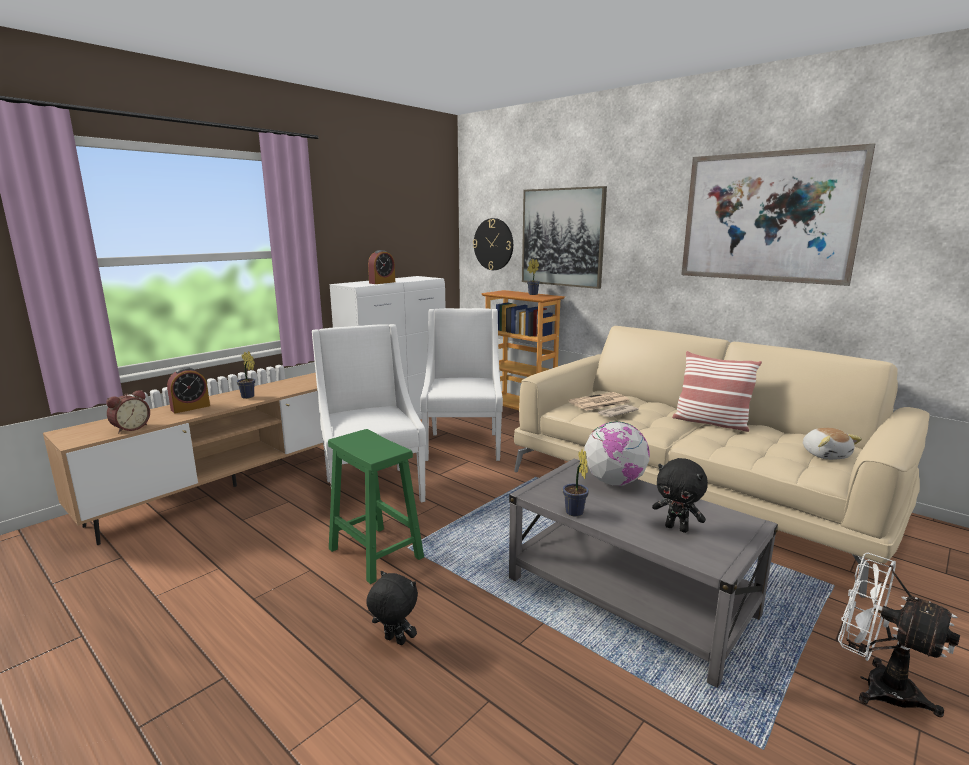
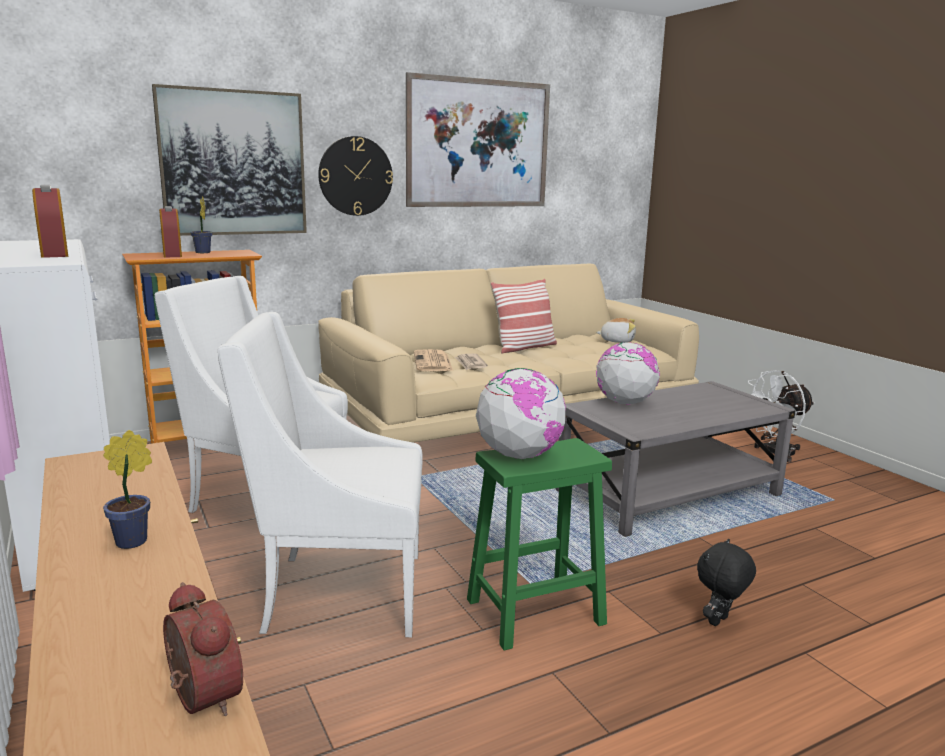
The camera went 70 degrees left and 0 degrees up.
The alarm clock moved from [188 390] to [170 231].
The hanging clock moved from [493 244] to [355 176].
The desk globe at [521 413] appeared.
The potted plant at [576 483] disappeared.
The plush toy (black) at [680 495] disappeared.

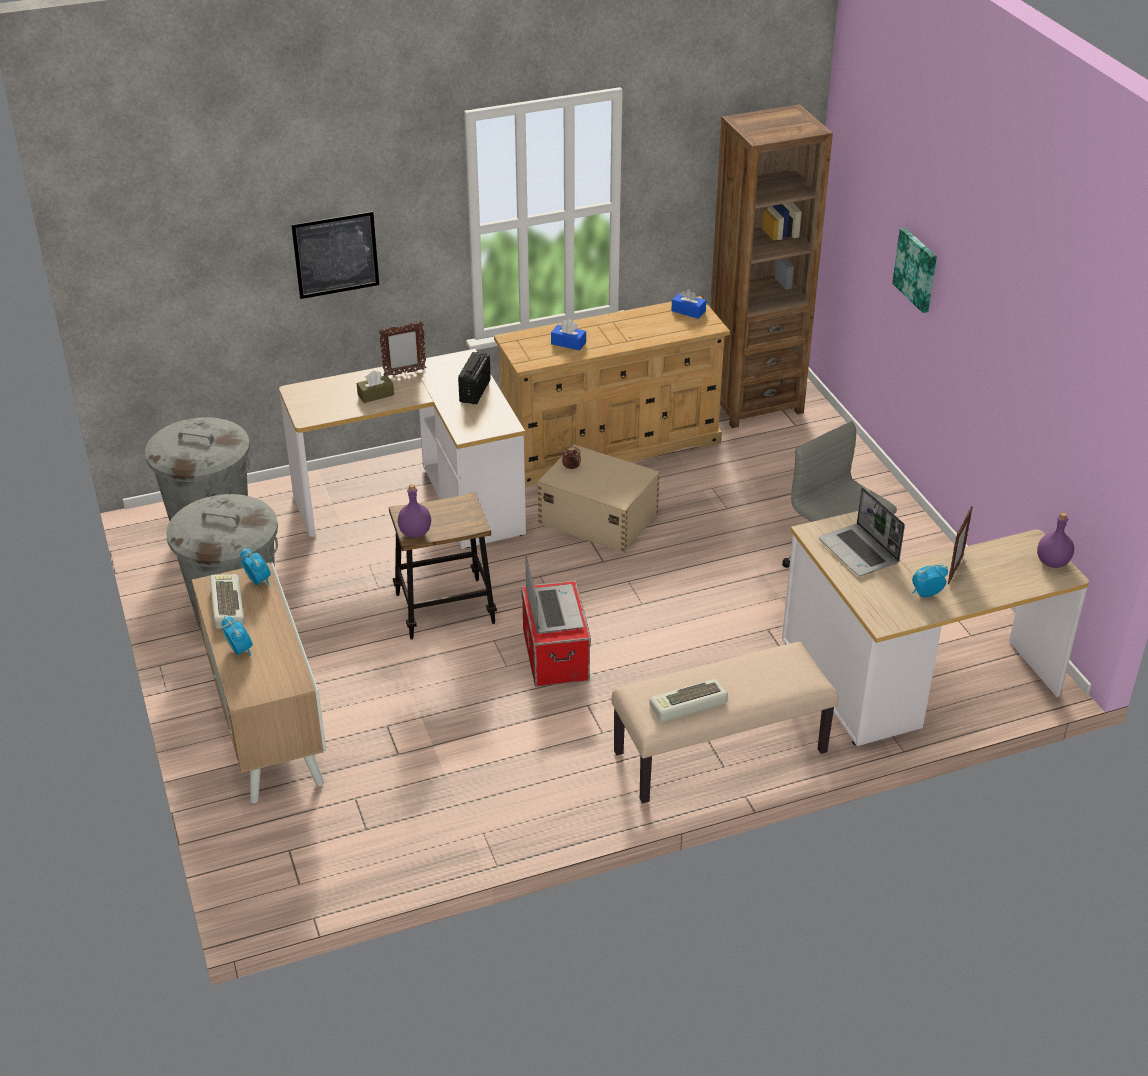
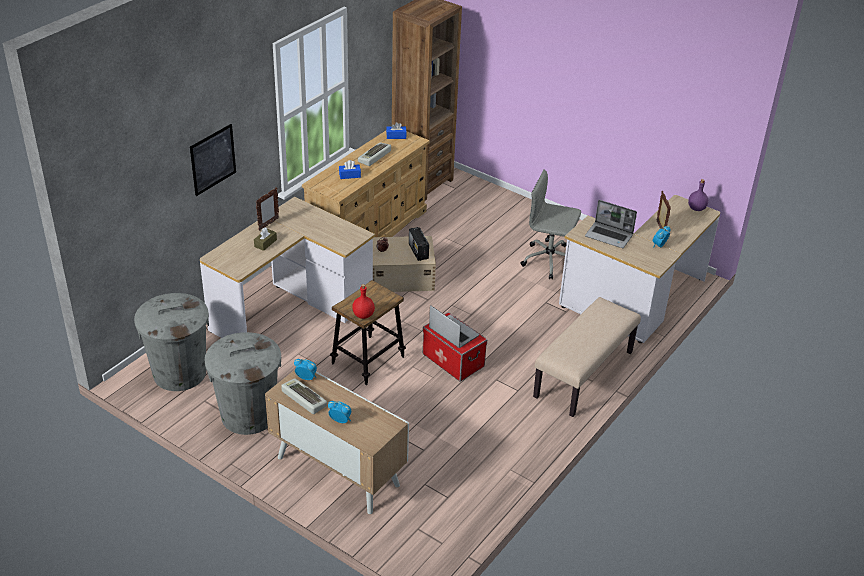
The camera went 35 degrees left and 0 degrees up.
The beverage bottle (purple) at [414 511] became the beverage bottle (red-coloured) at [363 301].
The keyboard moved from [689 700] to [374 154].
The radio set moved from [474 378] to [419 244].
The wall picture at [914 270] disappeared.

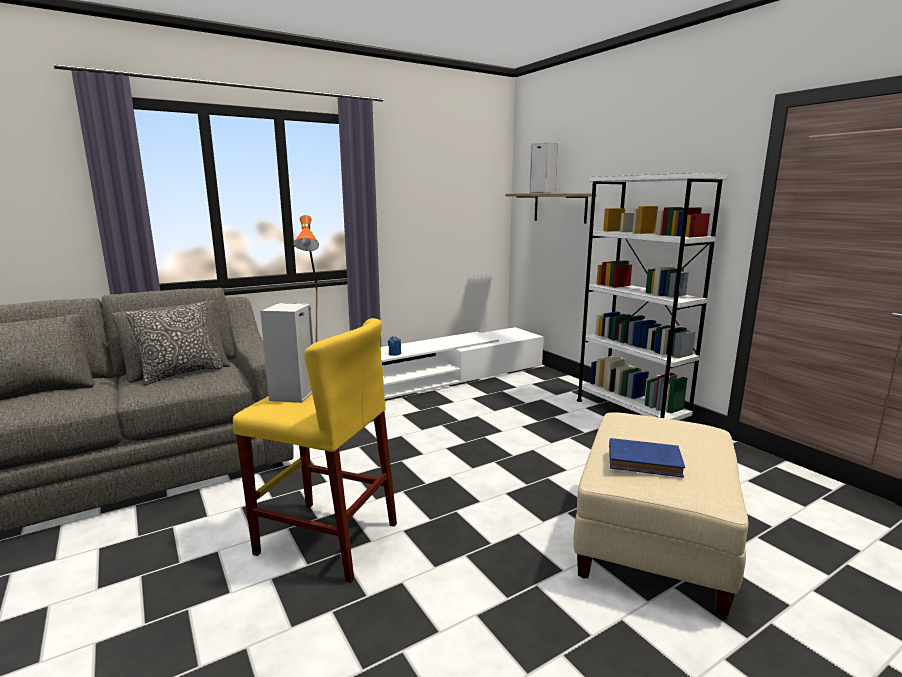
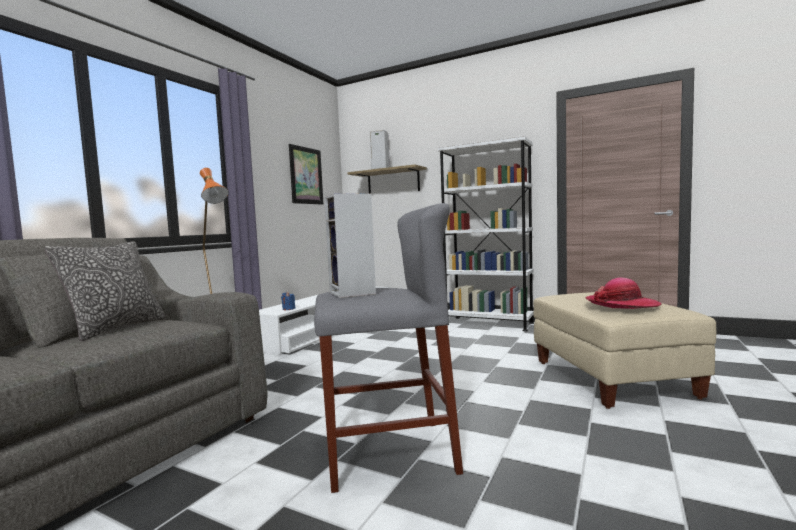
The camera went 30 degrees left and 10 degrees down.
The wall picture at [306 174] appeared.
The stool seat (yellowish) at [315 450] became the stool seat (gray) at [388 348].
The book (bluish) at [647 458] was replaced by the hat at [623 293].

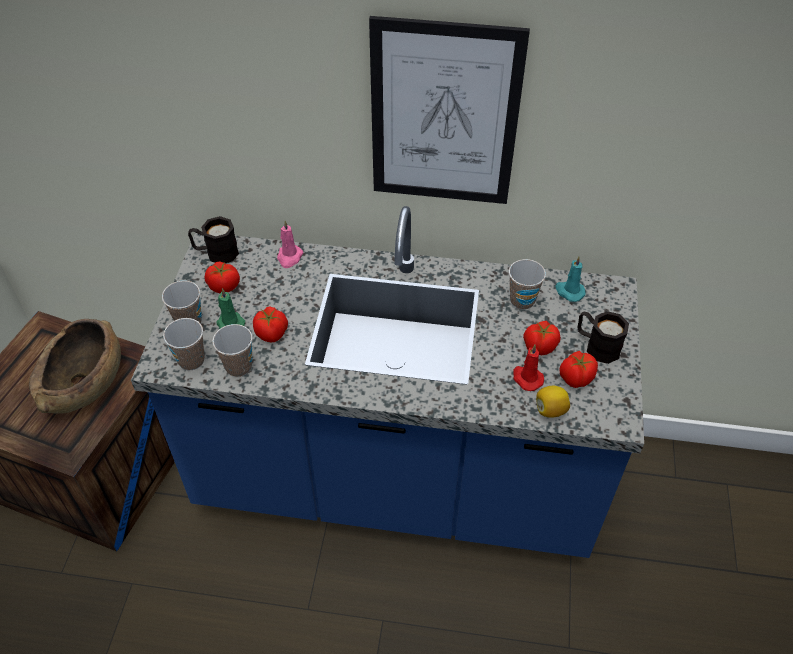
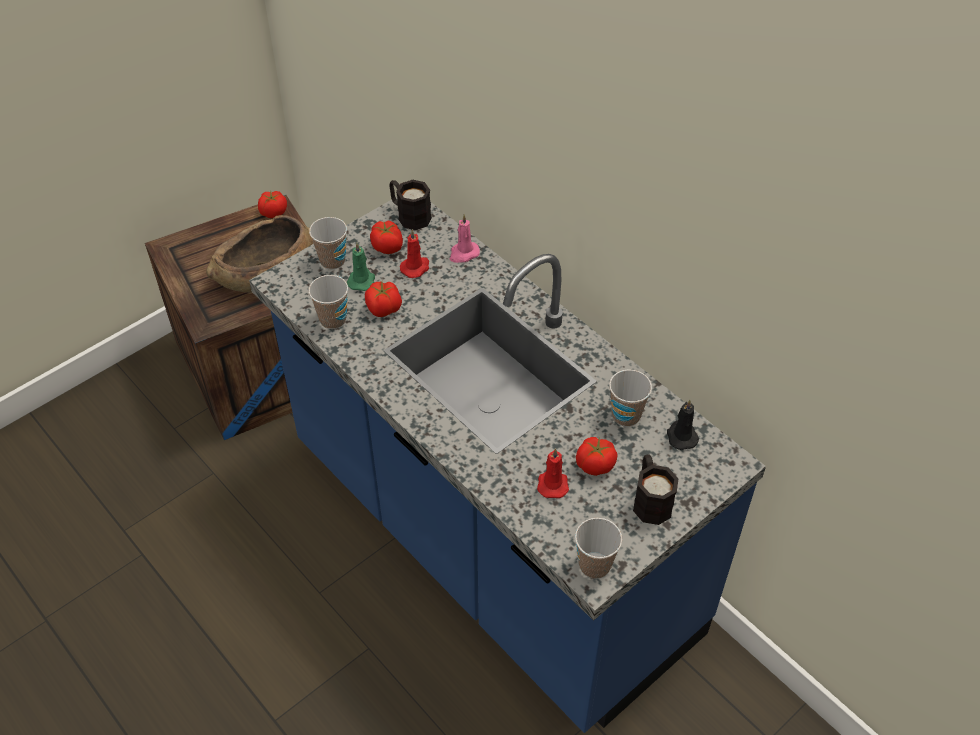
The camera went 40 degrees right and 0 degrees up.
The fresh tomato moved from [579 369] to [272 204].
The wax candle (red-coloured) at [414 253] appeared.
The drinking cup moved from [184 344] to [598 548].
The wax candle (turquoise) at [570 279] became the wax candle (black) at [683 425].
The wall picture at [449 110] disappeared.
The citrus fruit at [553 402] disappeared.

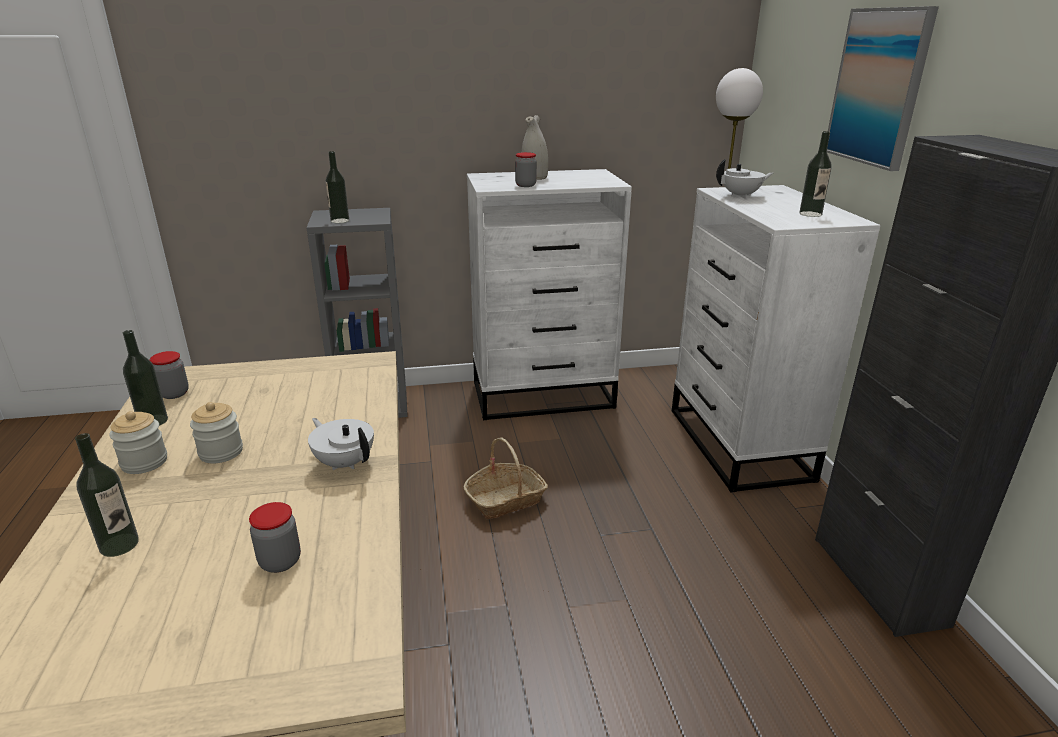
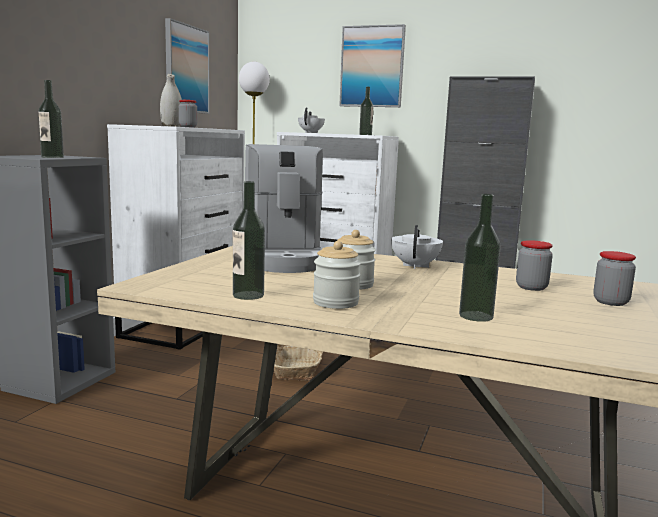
The camera went 60 degrees left and 15 degrees down.
The wall picture at [187 66] appeared.
The coffee maker at [284 208] appeared.
The pot for tea (white) at [341 444] turned 120 degrees clockwise.
The storage jar moved from [169 375] to [614 278].

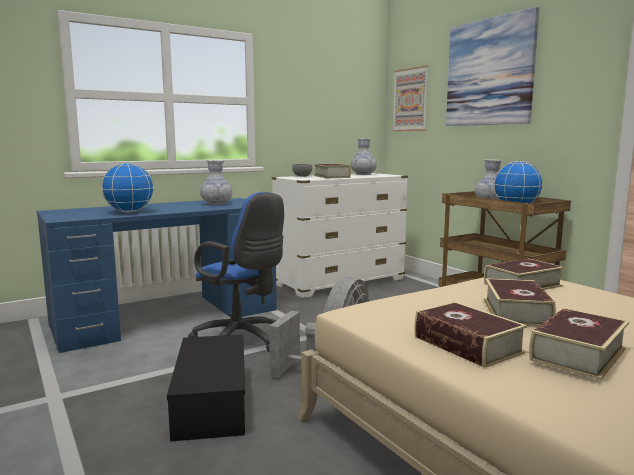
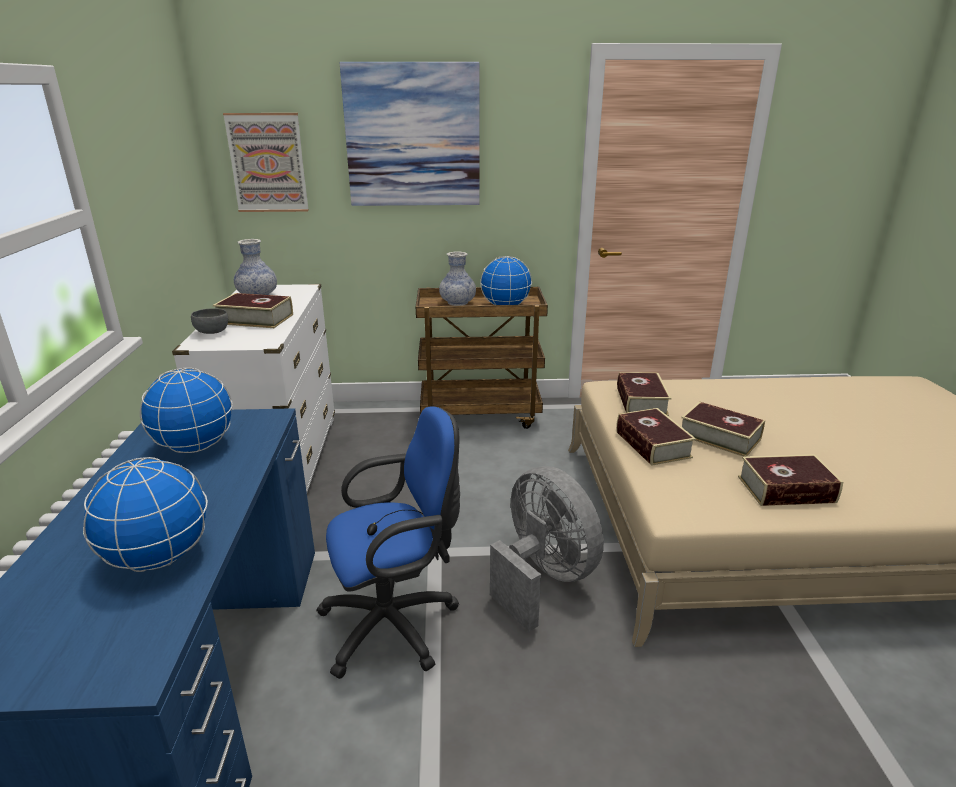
The camera went 60 degrees left and 15 degrees up.
The decorative vase at [216 182] was replaced by the desk globe at [186 410].
The book moved from [579 344] to [656 437].
The storage container (black) at [206 388] disappeared.

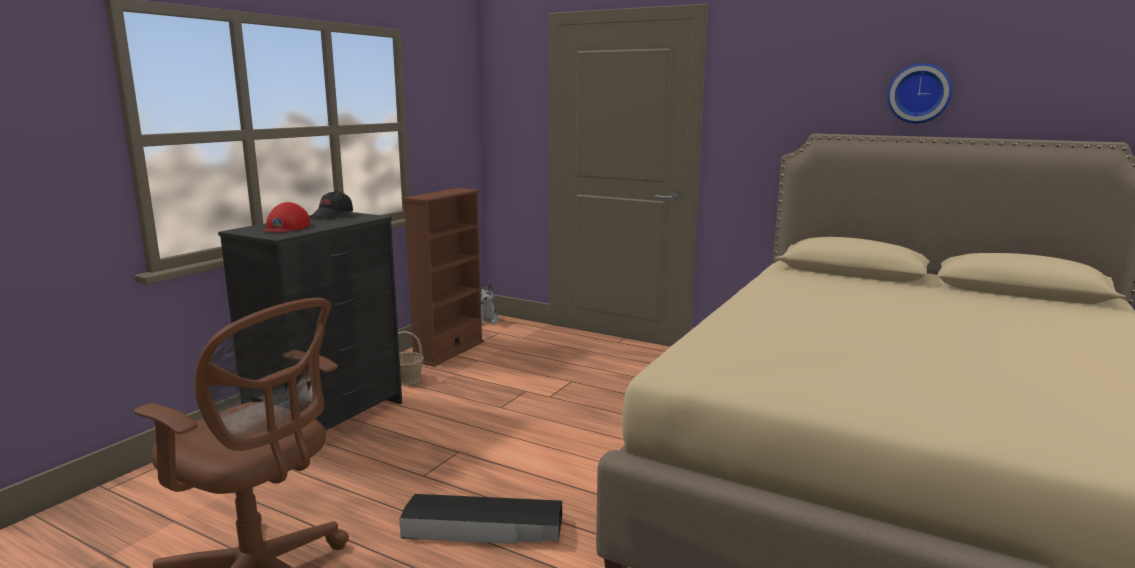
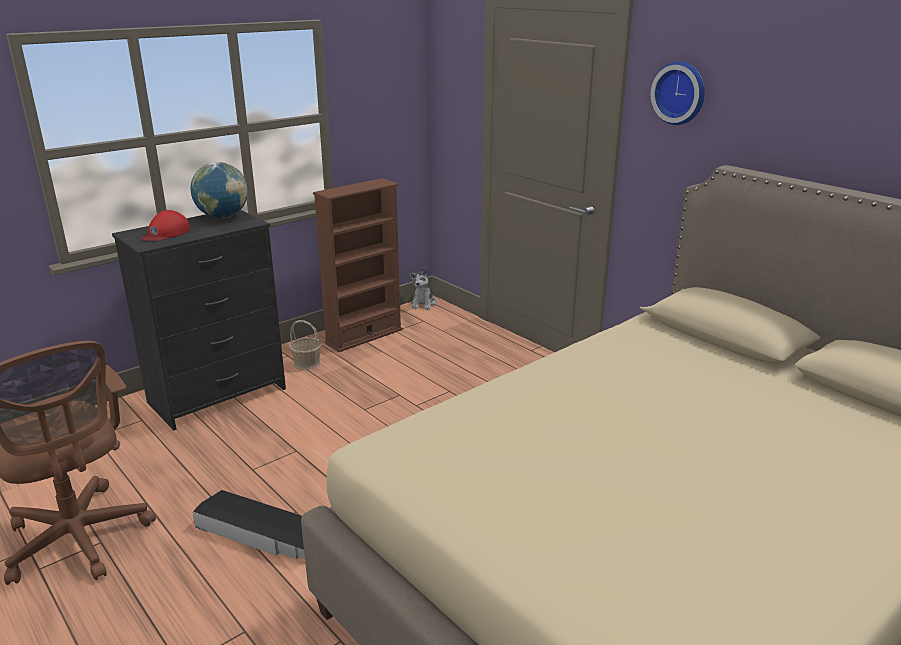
The camera went 20 degrees right and 10 degrees up.
The peaked cap (black) at [332 205] was replaced by the desk globe at [219 190].
The hanging clock moved from [919 93] to [678 93].

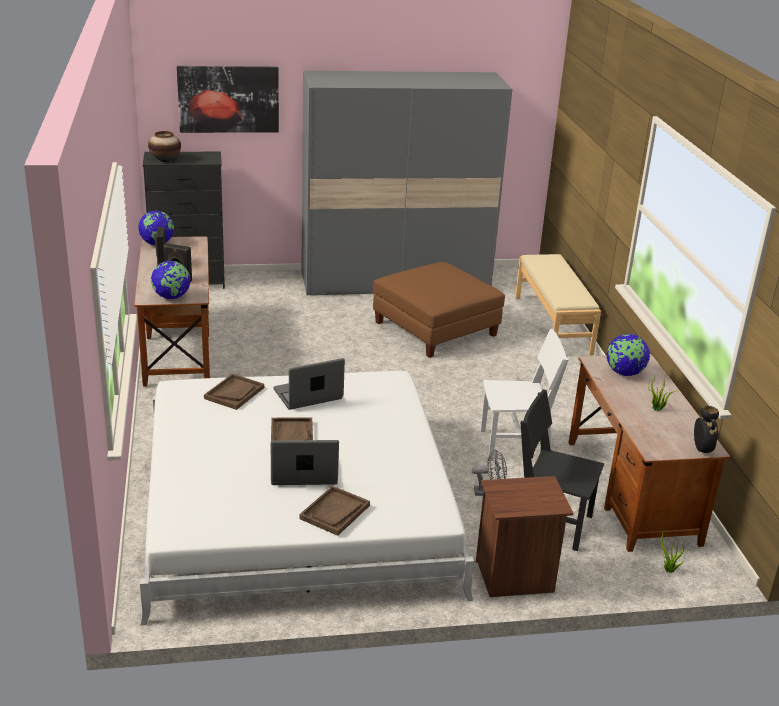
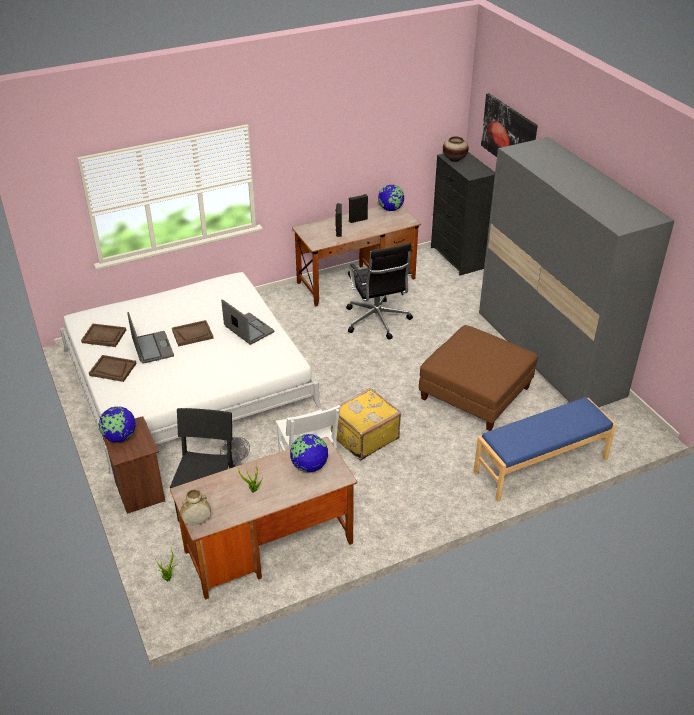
The camera went 75 degrees right and 10 degrees up.
The tray (brownish) moved from [234 392] to [103 335].
The desk globe moved from [170 280] to [117 424].
The decorative vase (black) at [706 429] became the decorative vase (beige) at [195 507].
The piece of luggage (yellowish) at [366 424] appeared.
The desk chair (black) at [379 291] appeared.
The long seat (beige) at [558 305] became the long seat (bluish) at [545 449].

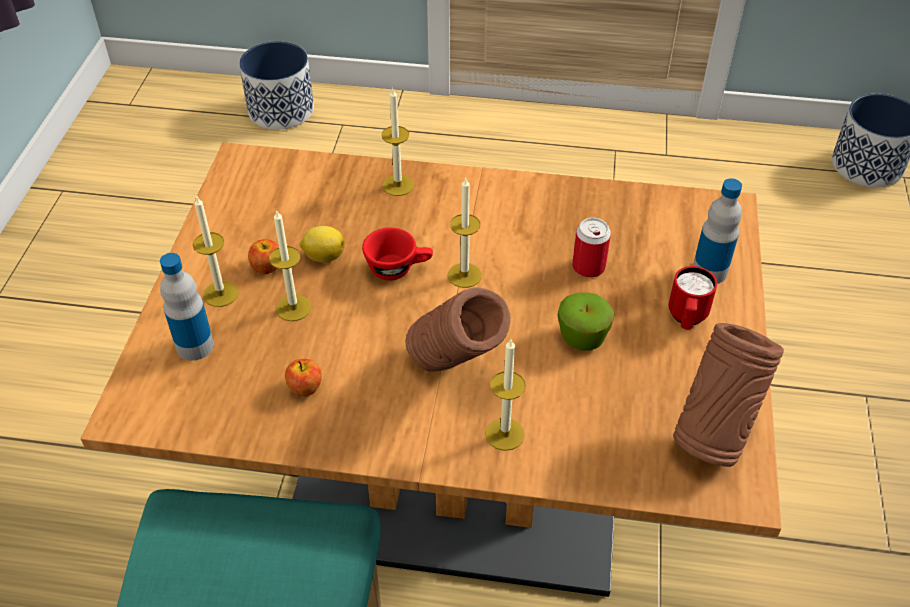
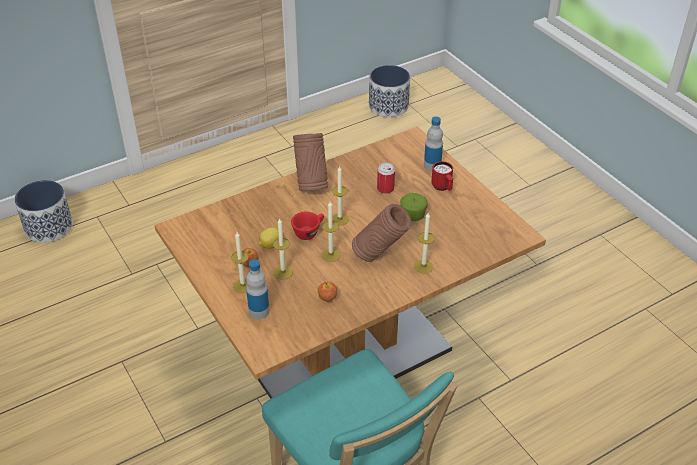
The camera went 40 degrees left and 5 degrees down.
The decorative vase (brownish) moved from [728 395] to [310 162].
The wax candle moved from [397 142] to [331 232].

